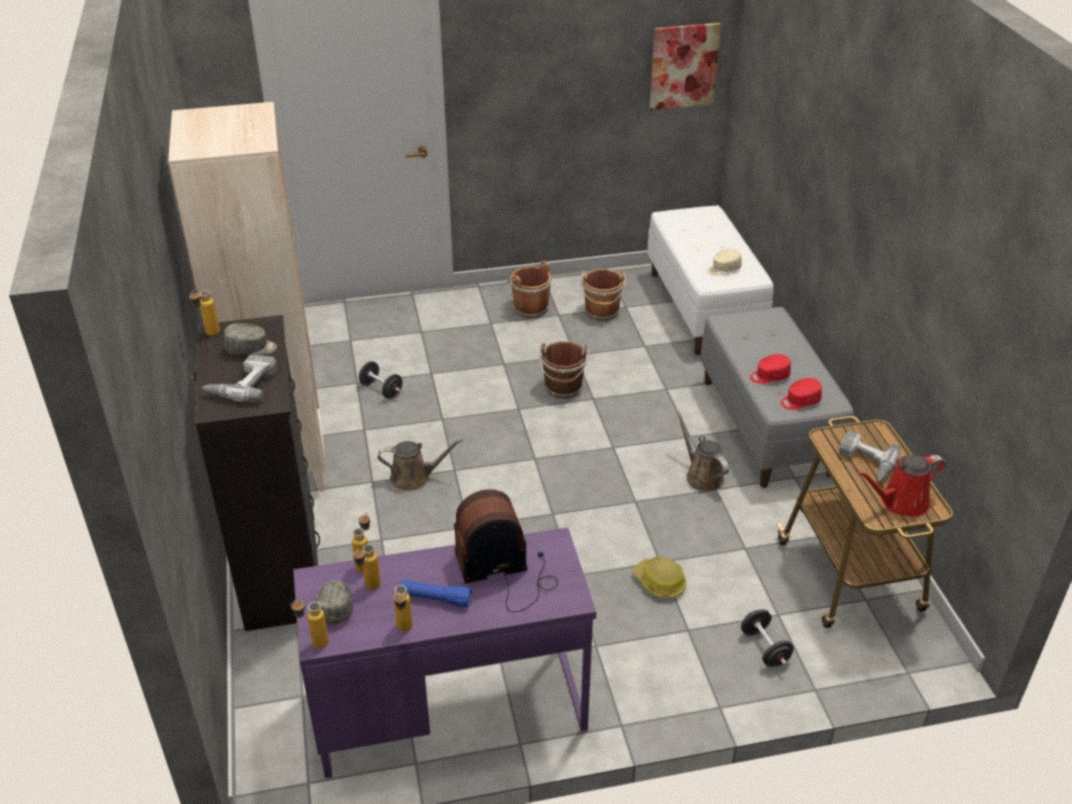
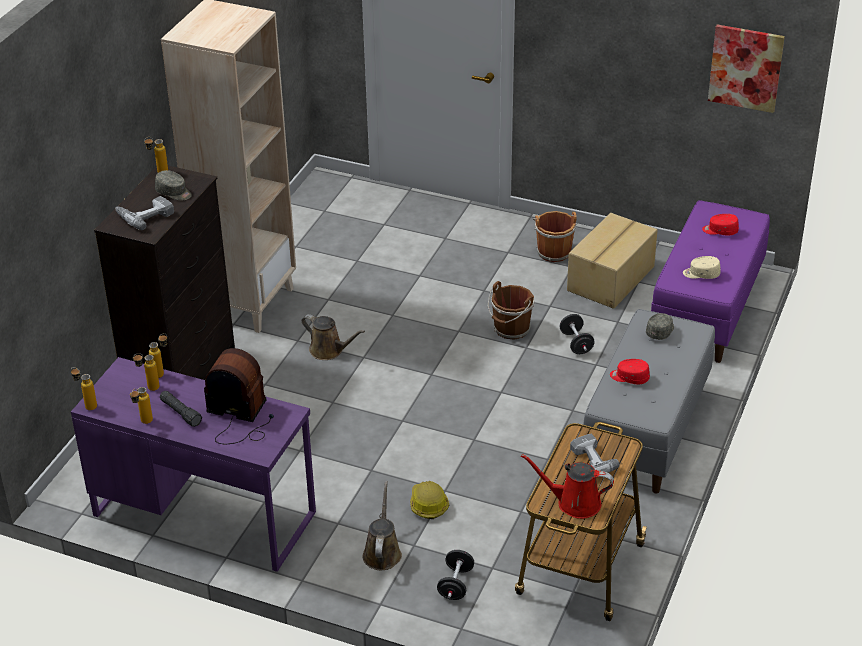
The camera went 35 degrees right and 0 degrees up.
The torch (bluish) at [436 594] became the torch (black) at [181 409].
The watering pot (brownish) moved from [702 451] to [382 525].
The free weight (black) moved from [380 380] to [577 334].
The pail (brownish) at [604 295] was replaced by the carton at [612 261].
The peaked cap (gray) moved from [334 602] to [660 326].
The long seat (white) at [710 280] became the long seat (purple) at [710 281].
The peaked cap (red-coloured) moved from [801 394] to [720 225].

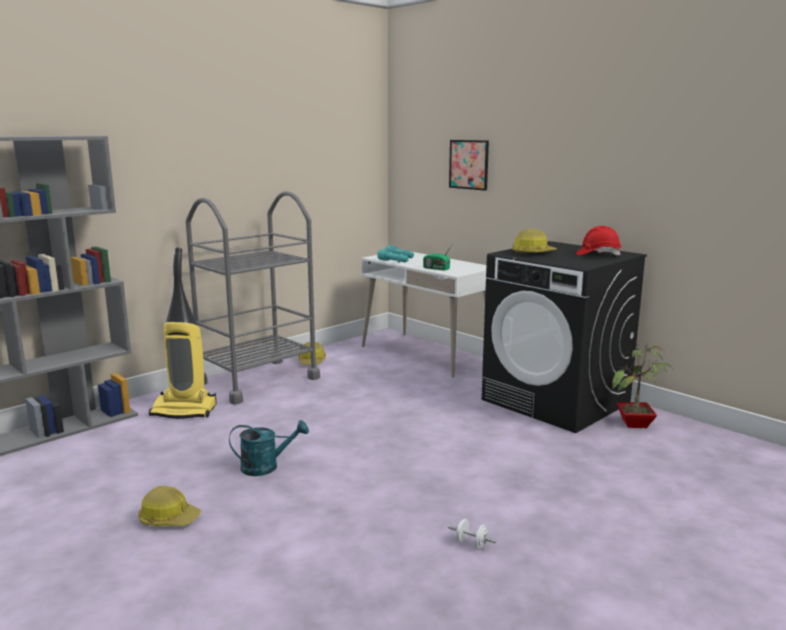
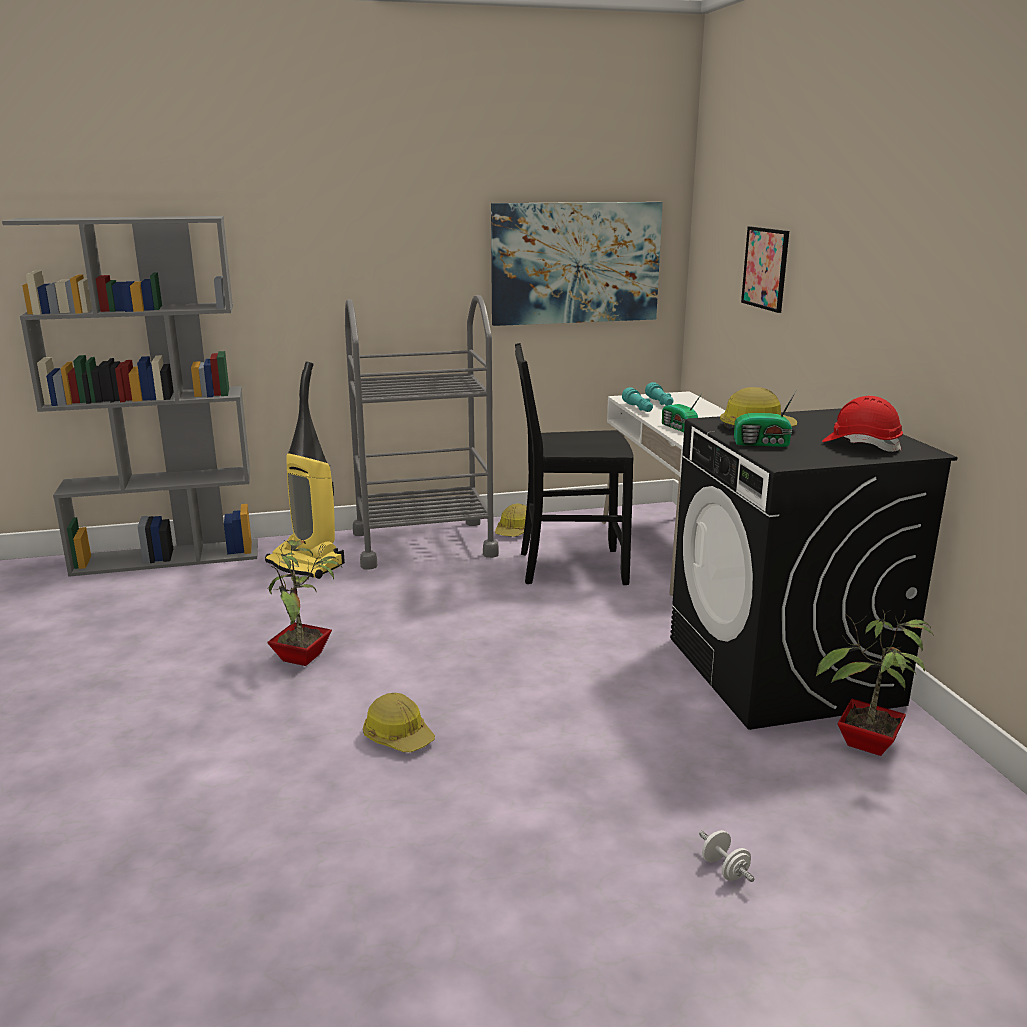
The camera went 30 degrees right and 5 degrees up.
The watering pot (turquoise) at [269 448] was replaced by the potted plant at [304 603].
The work helmet moved from [169 506] to [399 722].
The wall picture at [577 264] appeared.
The upright chair (black) at [574 464] appeared.
The free weight (white) moved from [472 534] to [727 856].
The radio set at [765 418] appeared.

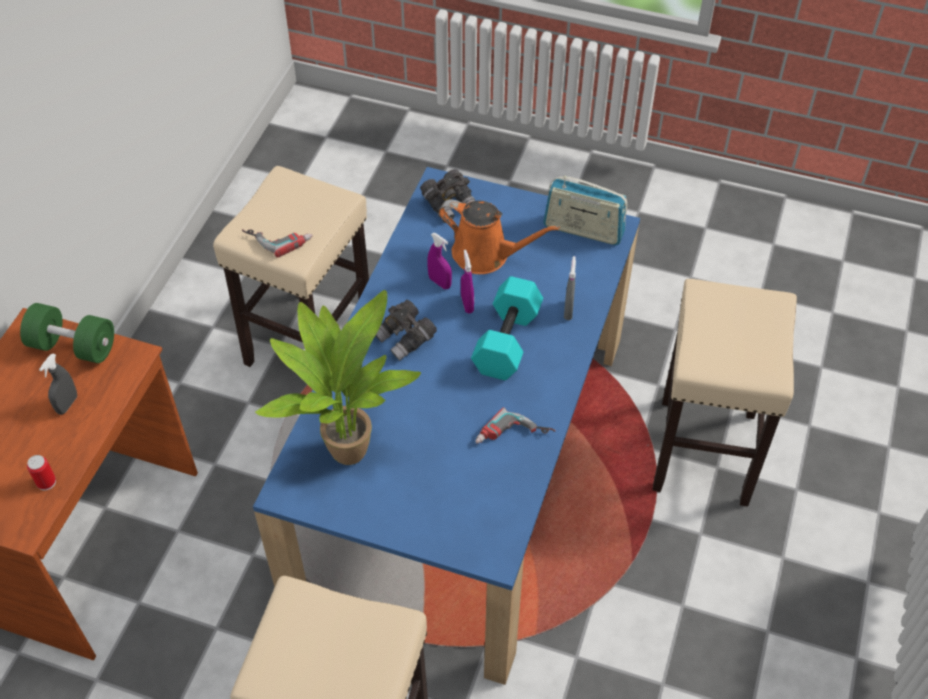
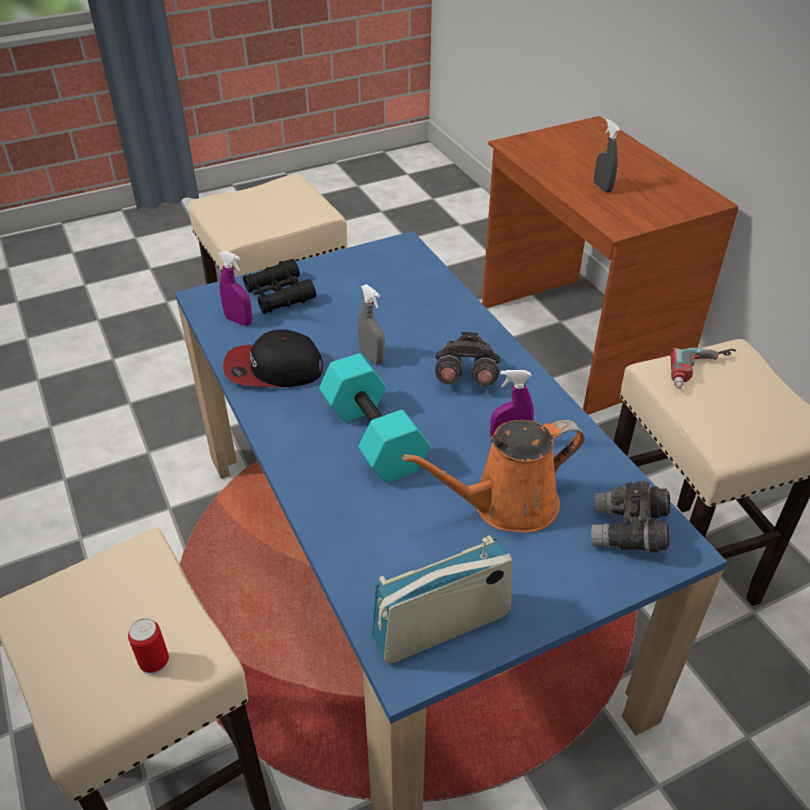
The camera went 135 degrees right and 10 degrees down.
The sealed can moved from [41 473] to [148 646].
The hand sprayer (purple) moved from [467 281] to [235 288].
The electric drill at [515 426] was replaced by the peaked cap at [273 358].
The binoculars (black) at [279 286] appeared.
The hand sprayer (gray) moved from [570 288] to [371 324].
The free weight (green) at [67 333] disappeared.
The potted plant at [338 377] disappeared.

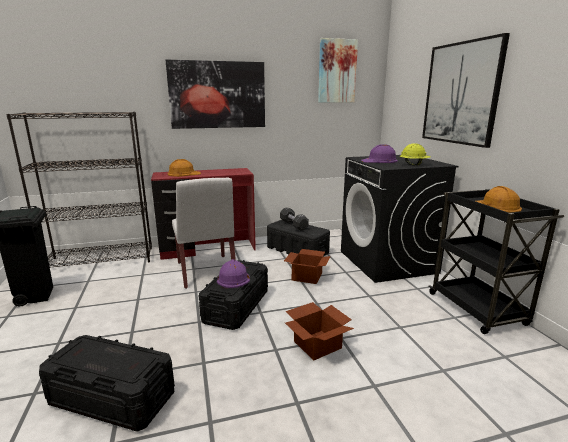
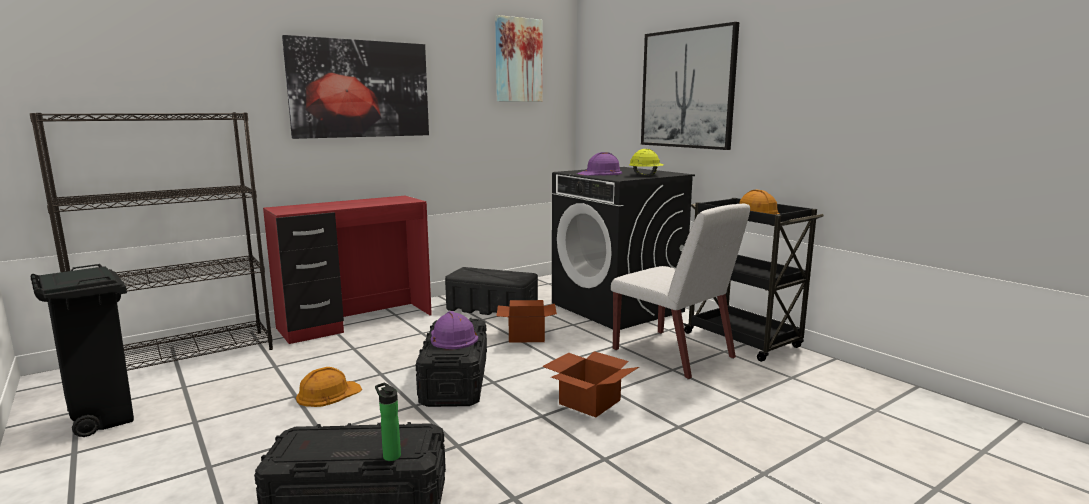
The camera went 20 degrees left and 5 degrees down.
The work helmet (orange-coloured) moved from [184 168] to [329 387].
The beverage bottle at [388 422] appeared.
The upright chair (white) moved from [204 233] to [680 291].
The free weight (black) at [294 219] disappeared.

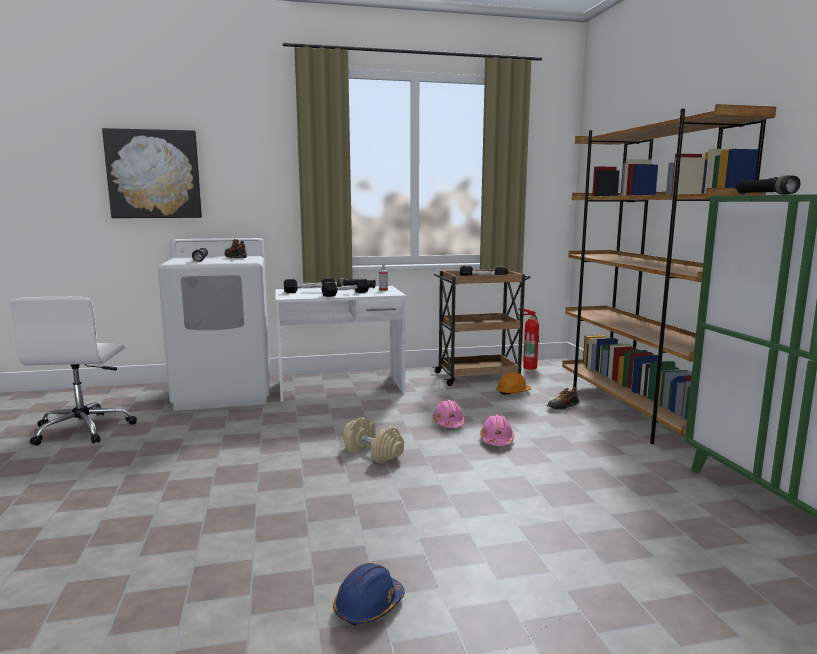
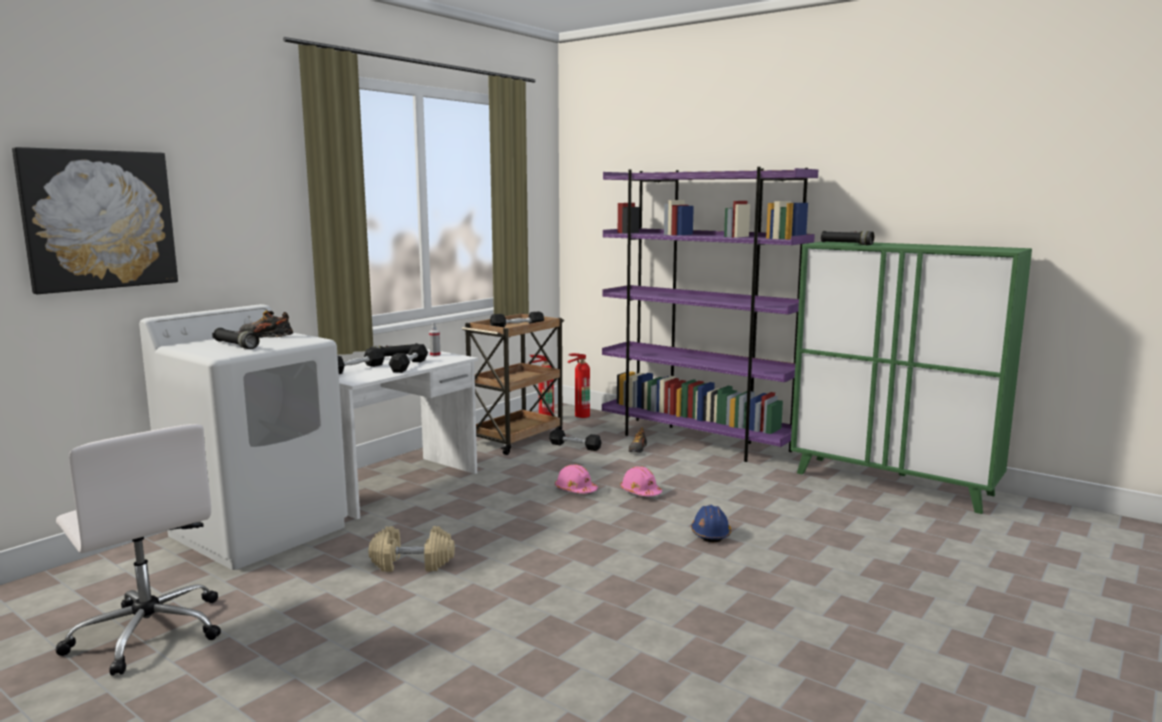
The camera went 40 degrees left and 0 degrees up.
The free weight (beige) moved from [373 440] to [411 549].
The work helmet (orange-coloured) at [513 383] was replaced by the free weight (black) at [575 440].
The extinguisher at [579 385] appeared.
The bookcase (brownish) at [669 274] became the bookcase (purple) at [710 314].
The work helmet (bluish) moved from [368 594] to [711 523].

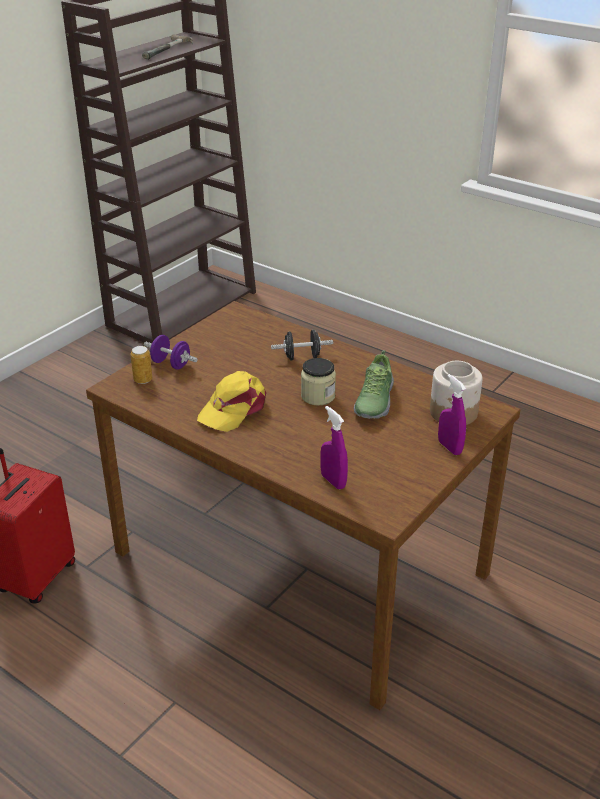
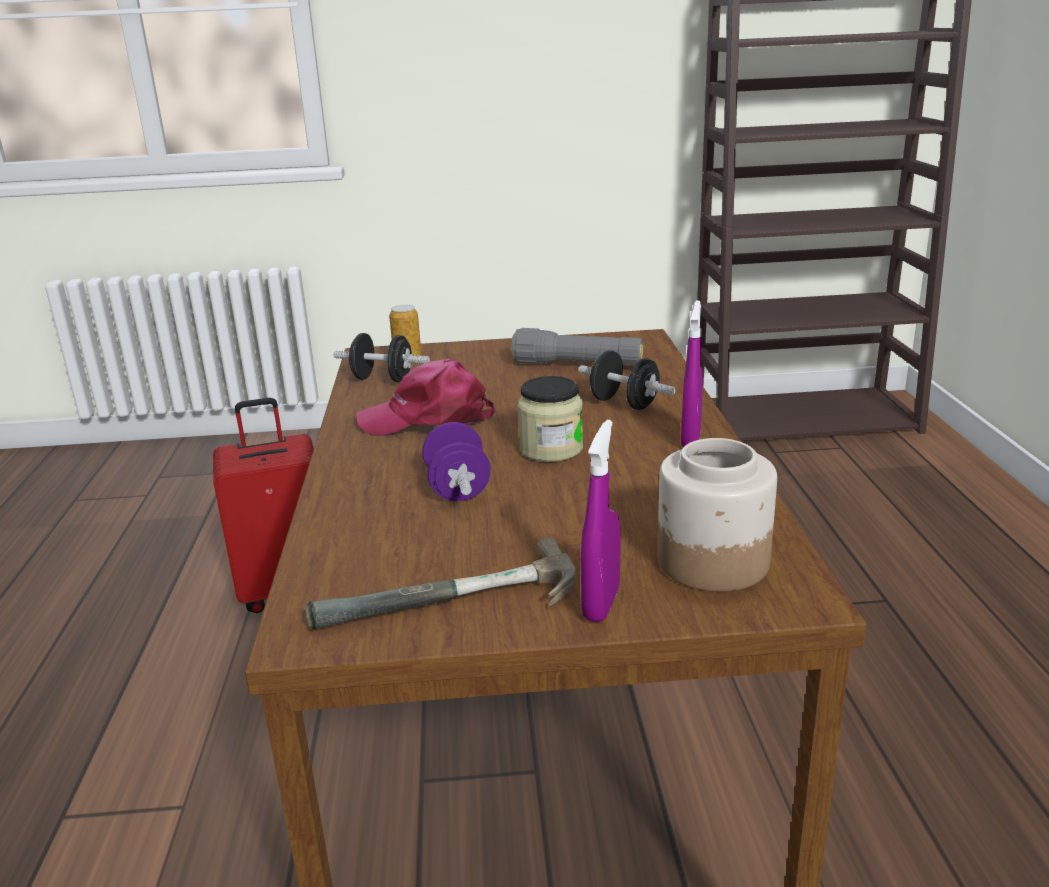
The camera went 50 degrees right and 10 degrees down.
The tool hammer moved from [167 46] to [440 584].
The free weight (black) at [381 357] appeared.
The peaked cap (yellowish) at [231 401] became the peaked cap (pinkish) at [425 397].
The free weight (purple) moved from [171 352] to [456 461].
The torch (gray) at [577 346] appeared.
The hand sprayer (purple) moved from [334 447] to [692 373].
The item of footwear at [374 384] disappeared.

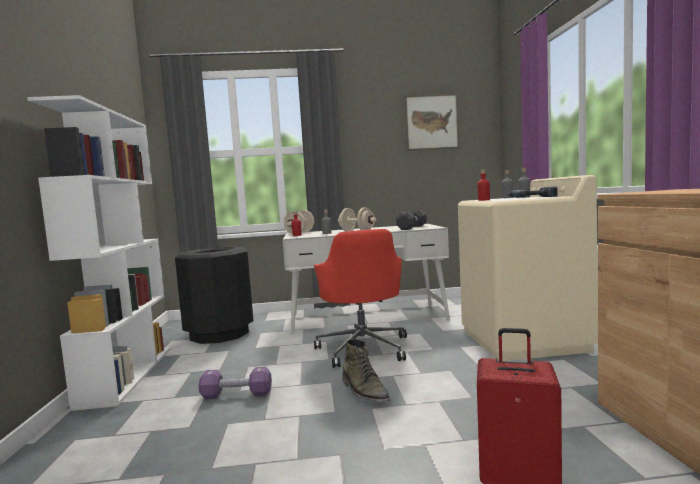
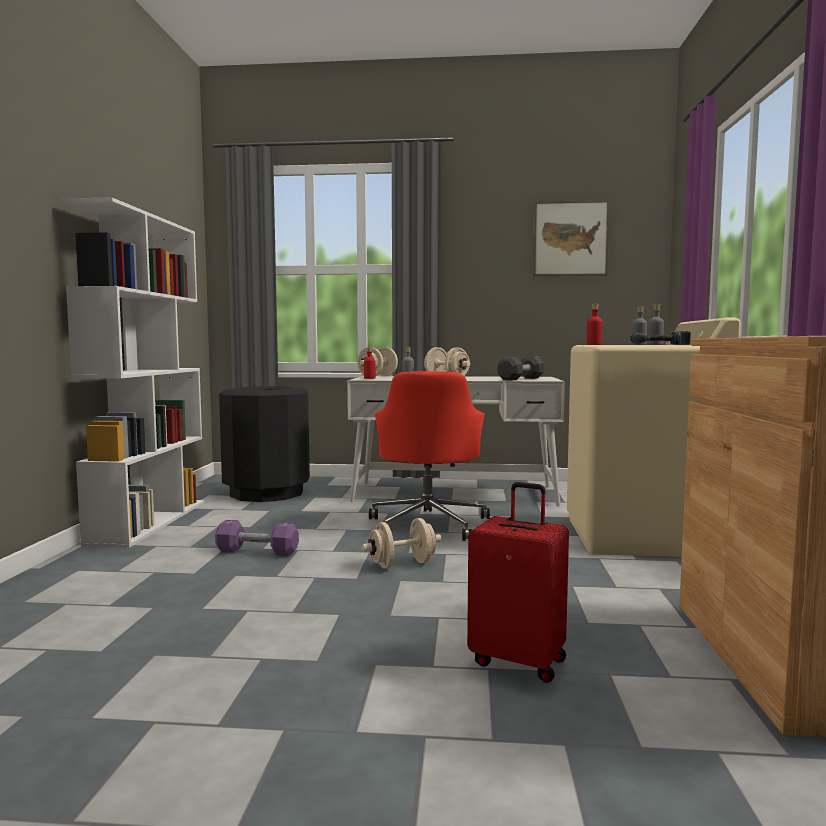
The camera went 10 degrees right and 0 degrees up.
The boot (green) at [366 371] was replaced by the free weight (beige) at [401 543].

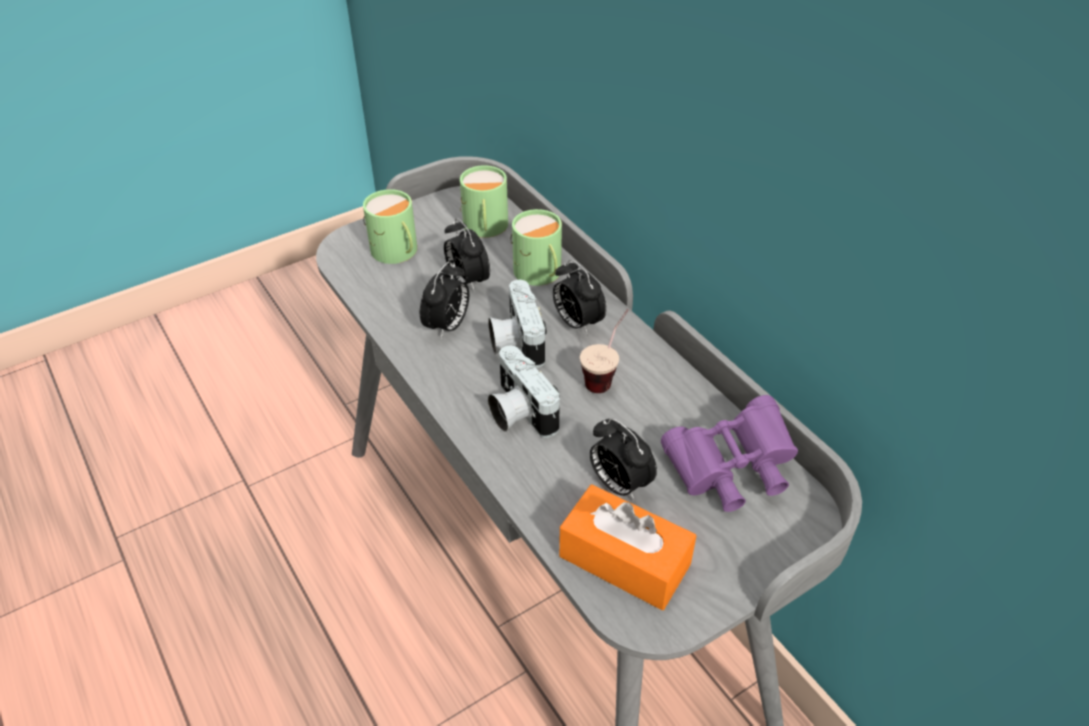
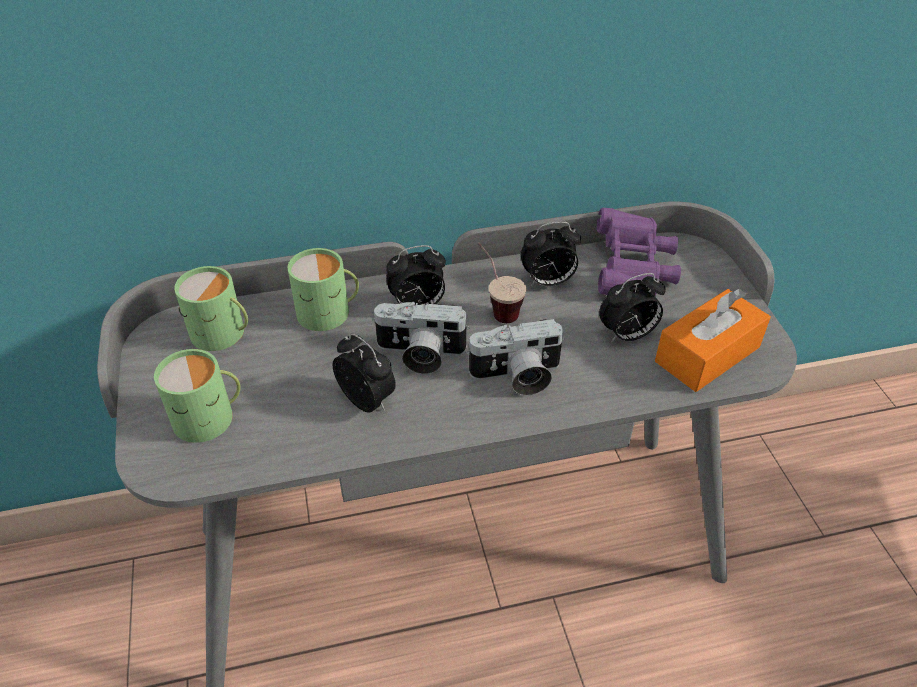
The camera went 70 degrees left and 0 degrees up.
The alarm clock moved from [467 255] to [551 254].

